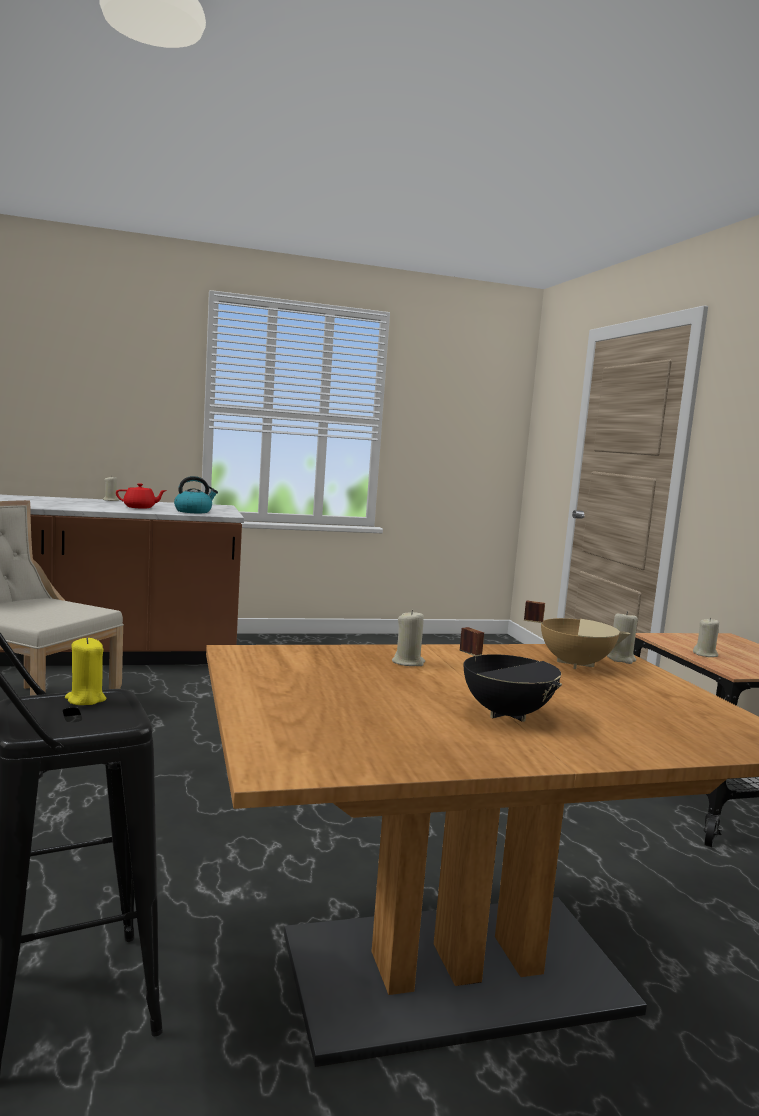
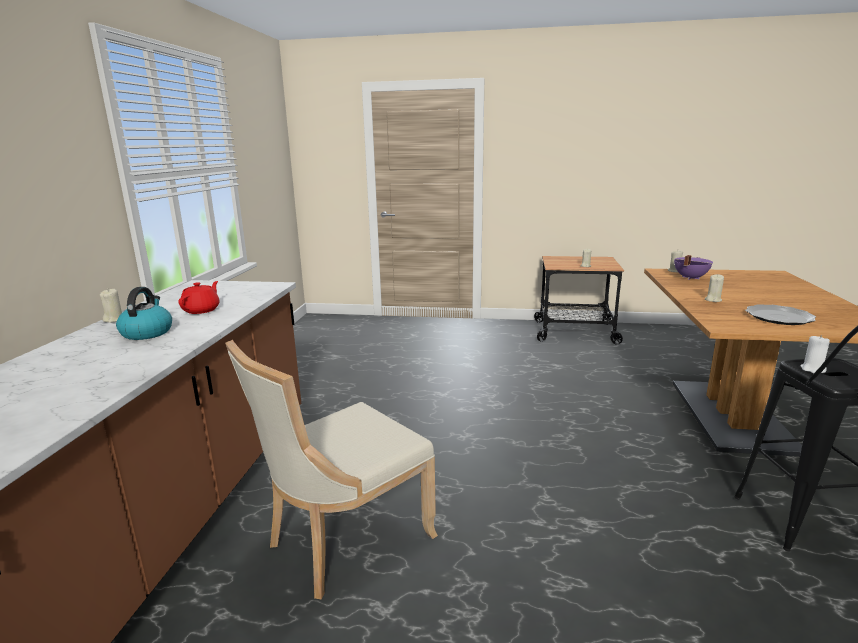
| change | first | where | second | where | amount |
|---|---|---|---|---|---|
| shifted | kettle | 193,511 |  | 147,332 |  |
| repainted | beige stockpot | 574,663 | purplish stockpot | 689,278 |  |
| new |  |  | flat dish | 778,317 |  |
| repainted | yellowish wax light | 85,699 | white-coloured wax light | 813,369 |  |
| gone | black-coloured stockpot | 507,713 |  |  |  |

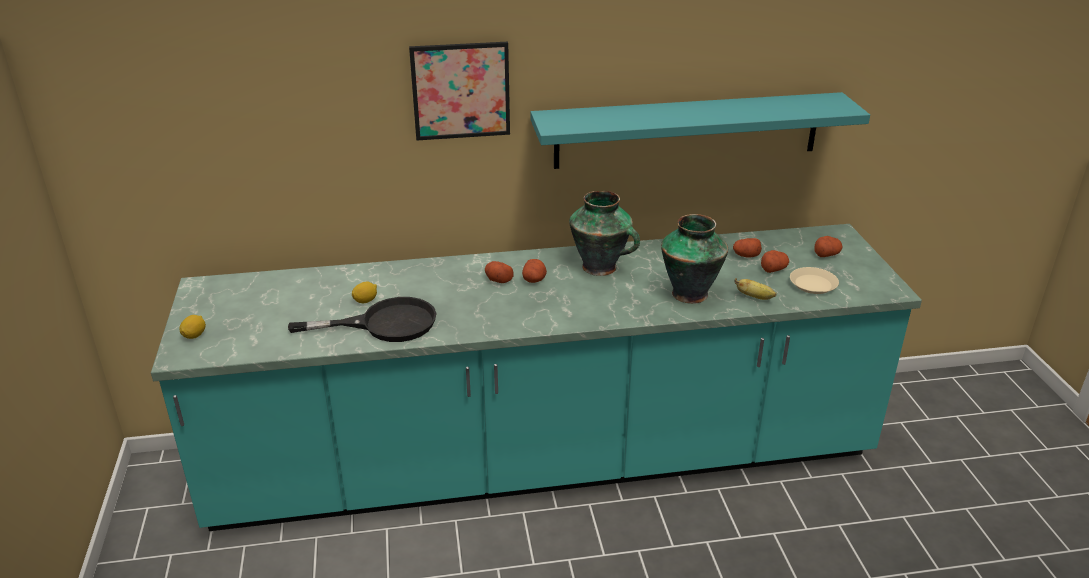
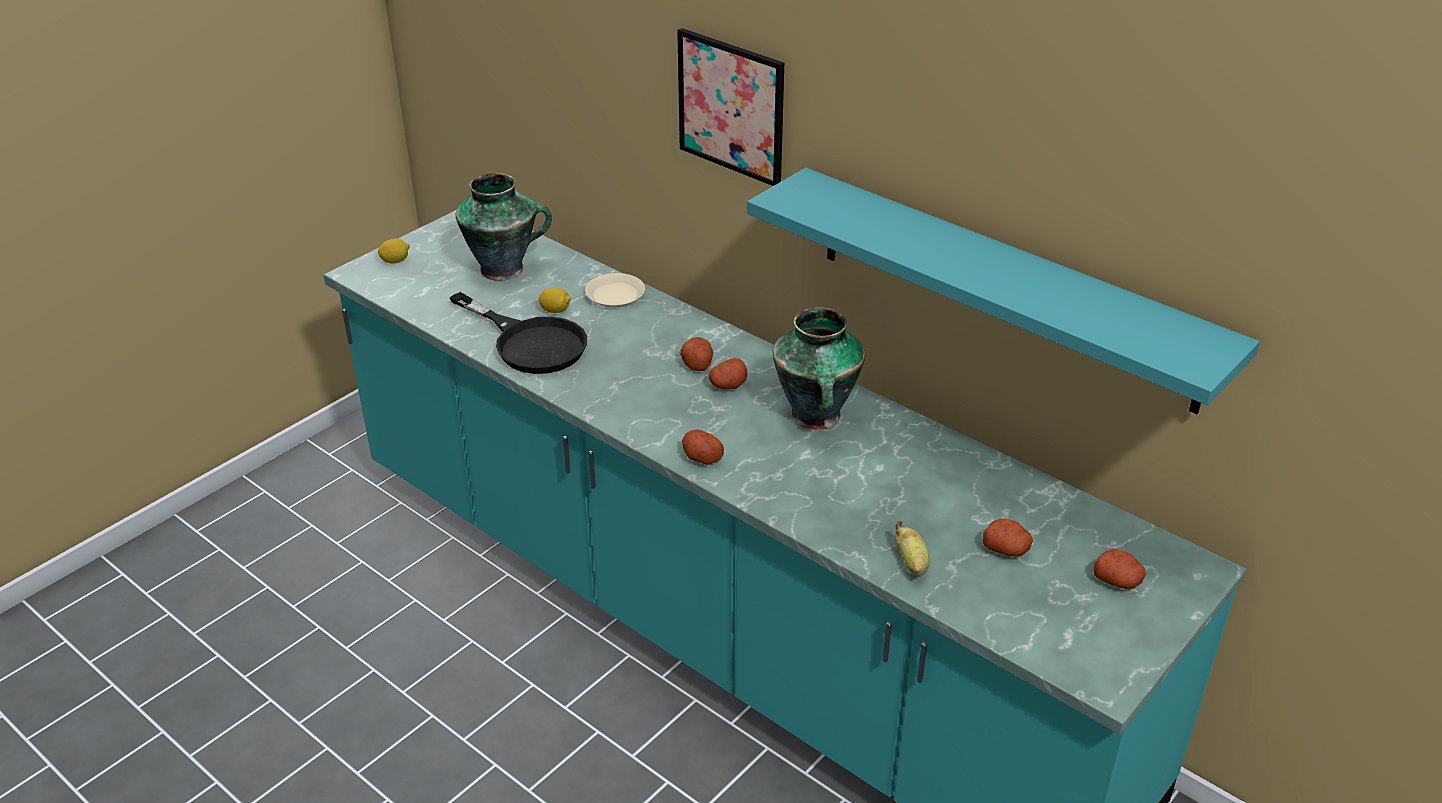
| change | first | where | second | where | amount |
|---|---|---|---|---|---|
| shifted | flower vase | 690,293 |  | 504,269 |  |
| shifted | beige flat dish | 812,284 |  | 615,295 |  |
| shifted | potato | 746,255 |  | 701,457 |  |

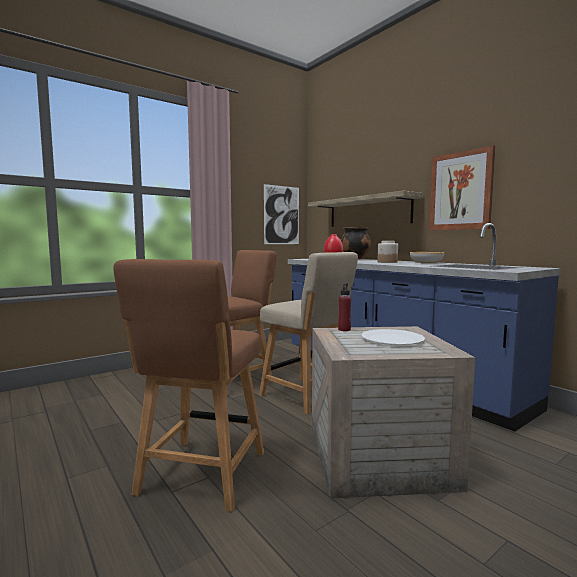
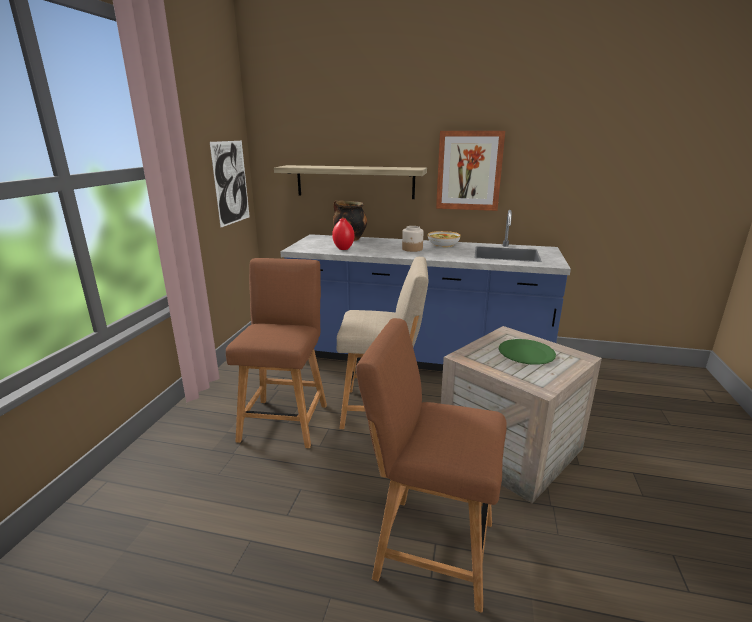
| change | first | where | second | where | amount |
|---|---|---|---|---|---|
| rotated | brown-coloured upright chair | 200,476 |  | 428,547 | 135 degrees clockwise |
| repainted | white-coloured flat dish | 392,339 | green-coloured flat dish | 526,353 |  |
| gone | reddish drink bottle | 344,329 |  |  |  |

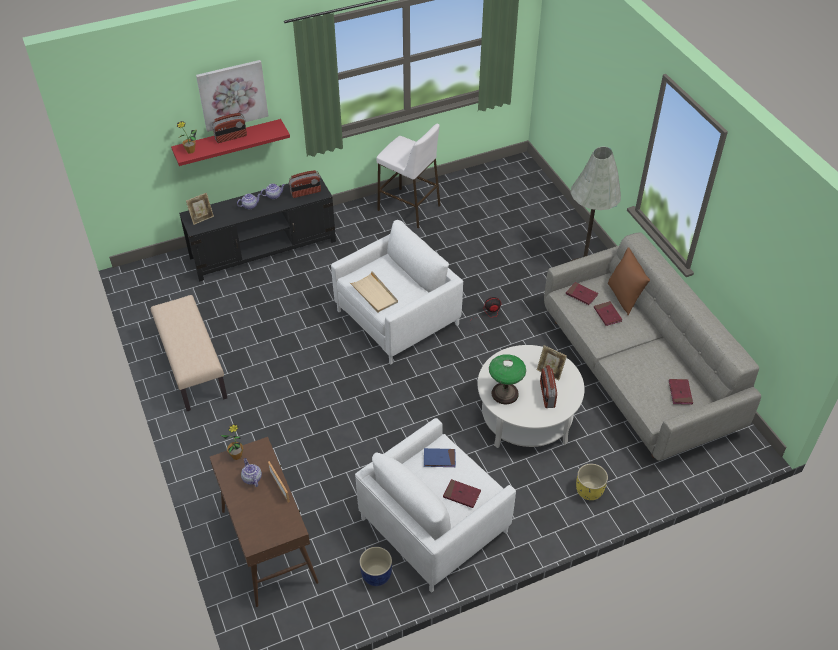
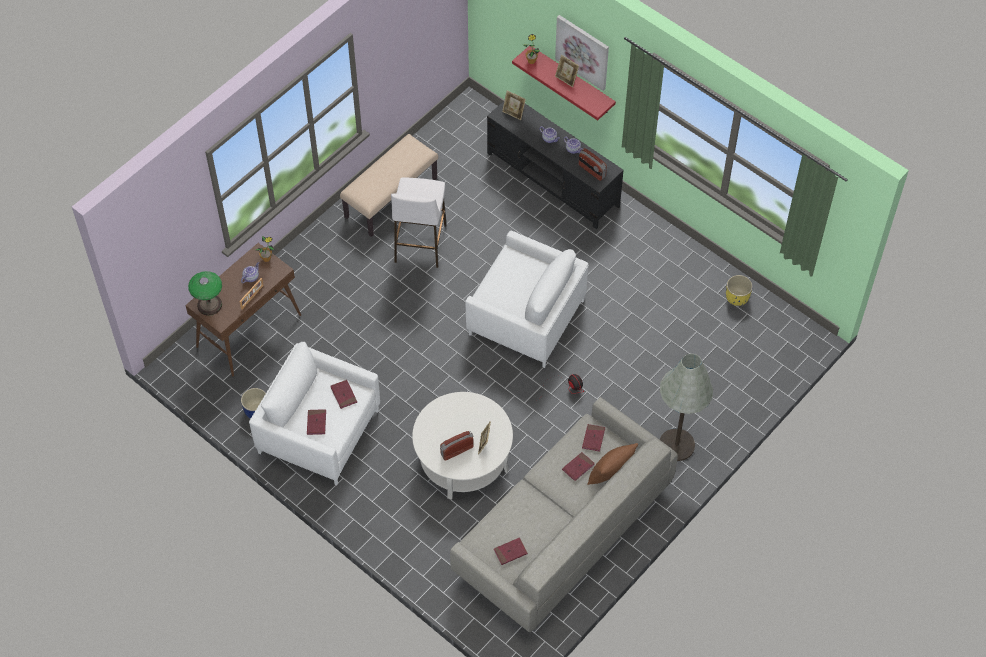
| change | first | where | second | where | amount |
|---|---|---|---|---|---|
| shifted | tabletop lamp | 505,393 |  | 209,305 |  |
| repainted | bluish bound book | 439,459 | reddish bound book | 343,395 |  |
| shifted | white-coloured stool seat | 409,208 |  | 420,244 |  |
| swapped | radio set | 231,137 | picture frame | 566,79 |  |
| shifted | yellowish flower pot | 589,490 |  | 737,298 |  |
| gone | beige tray | 374,294 |  |  |  |

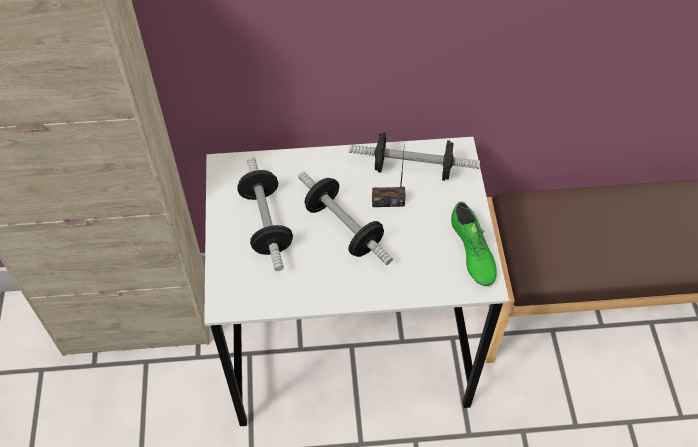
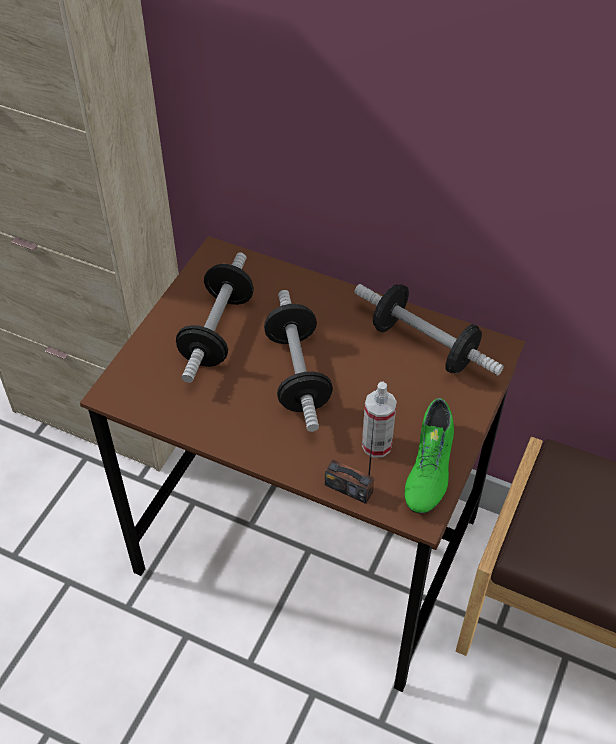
| change | first | where | second | where | amount |
|---|---|---|---|---|---|
| repainted | white-coloured desk table | 350,342 | brown-coloured desk table | 309,545 |  |
| shifted | radio set | 388,202 |  | 349,488 |  |
| new |  |  | sprayer | 376,445 |  |

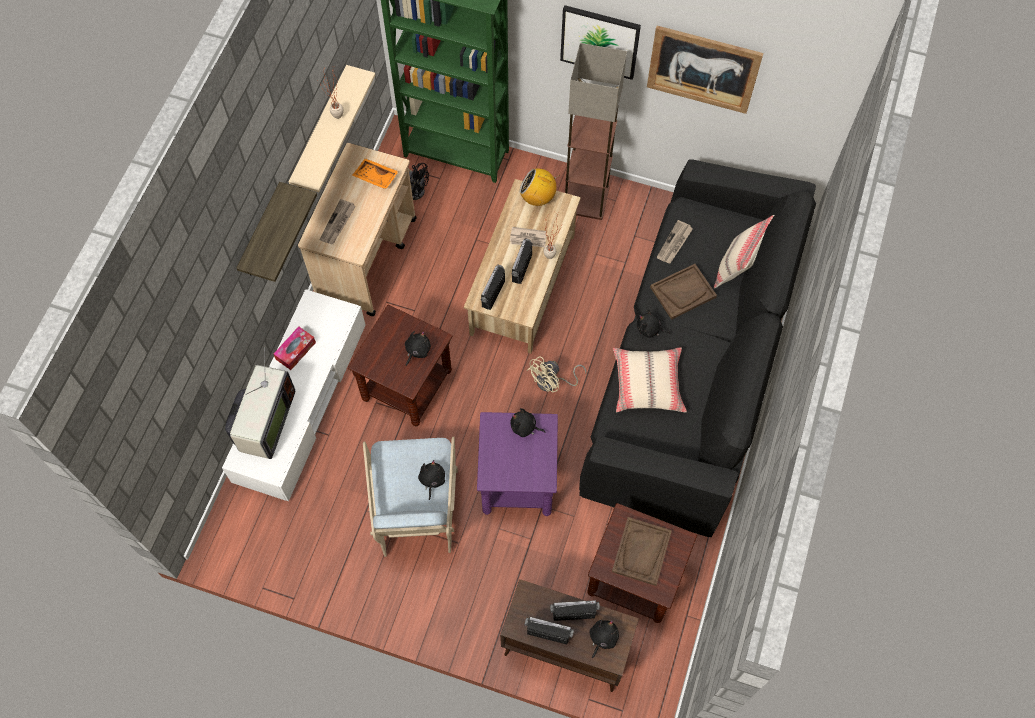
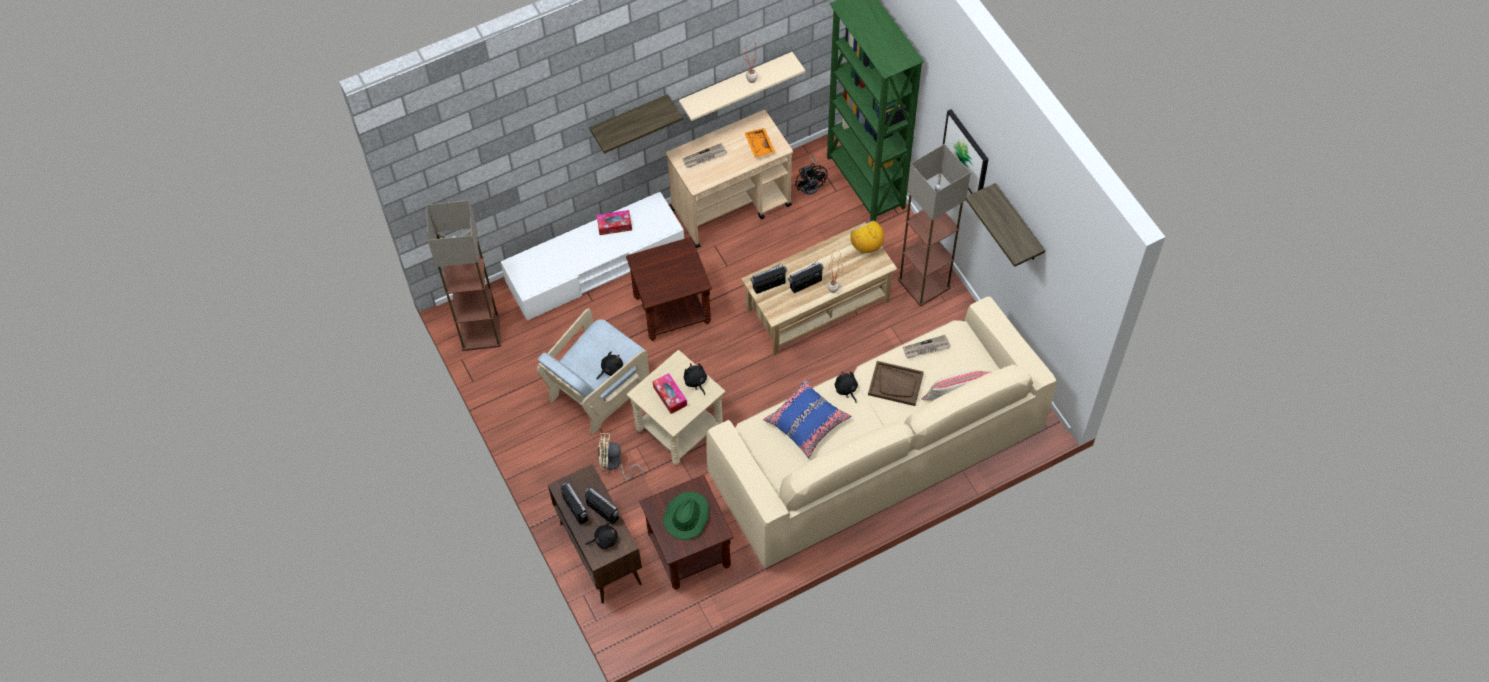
| change | first | where | second | where | amount |
|---|---|---|---|---|---|
| new |  |  | floor lamp | 481,331 |  |
| shifted | beige fan | 552,382 |  | 614,464 |  |
| repainted | purplish accent table | 518,481 | beige accent table | 679,428 |  |
| new |  |  | box of tissues | 670,396 |  |
| swapped | brown-coloured tray | 641,552 | green-coloured hat | 686,516 |  |
| repainted | black-coloured sofa | 691,365 | beige sofa | 876,452 |  |
| repainted | beige cushion | 648,384 | bluish cushion | 806,422 |  |
| swapped | picture | 703,69 | bracket shelf | 1018,225 |  |
| gone | TV set | 264,423 |  |  |  |
| gone | black-coloured cuddly toy | 417,350 |  |  |  |
| gone | newspaper | 528,238 |  |  |  |

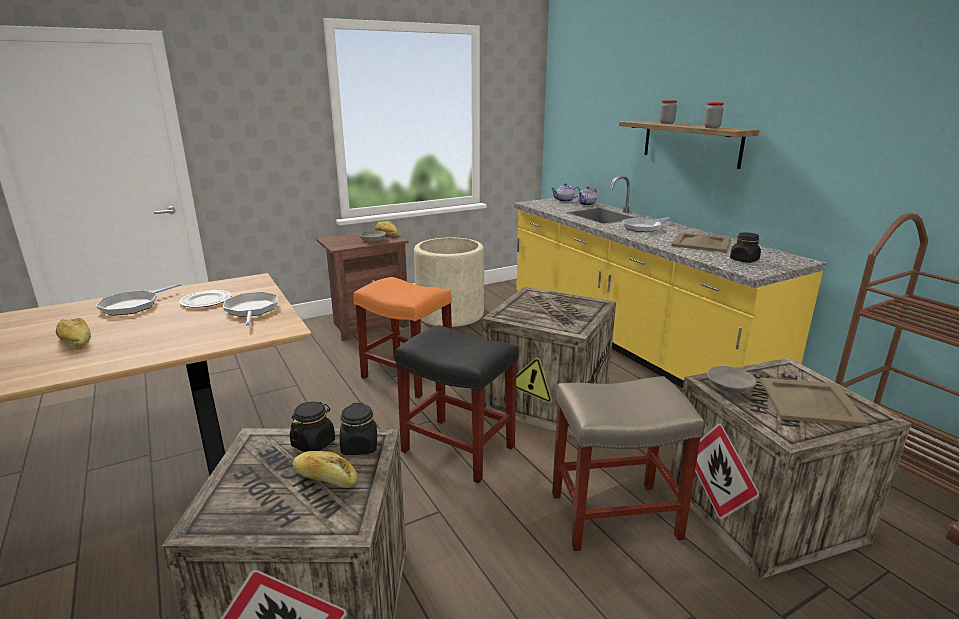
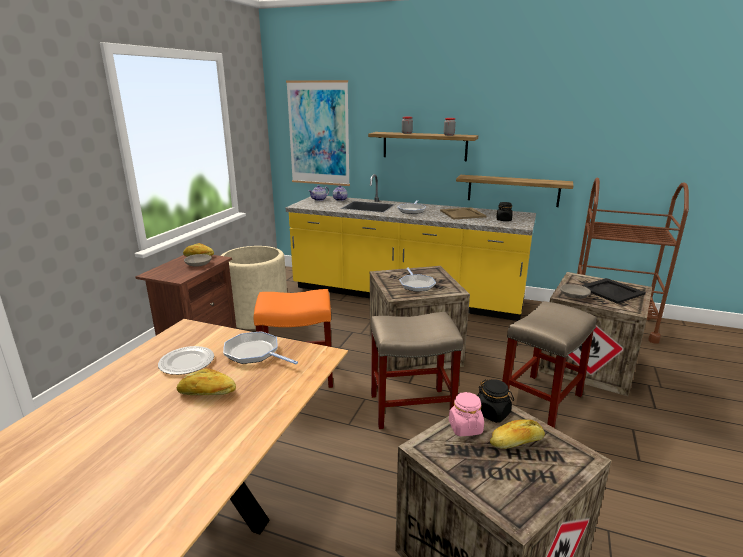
| change | first | where | second | where | amount |
|---|---|---|---|---|---|
| shifted | baked bread | 75,341 |  | 207,393 |  |
| new |  |  | picture | 319,134 |  |
| repainted | black-coloured stool seat | 459,449 | beige stool seat | 412,407 |  |
| shifted | frying pan | 133,306 |  | 416,285 |  |
| repainted | black-coloured storage jar | 313,443 | pink storage jar | 465,427 |  |
| new |  |  | bracket shelf | 513,190 |  |
| repainted | beige tray | 810,401 | black-coloured tray | 611,291 |  |

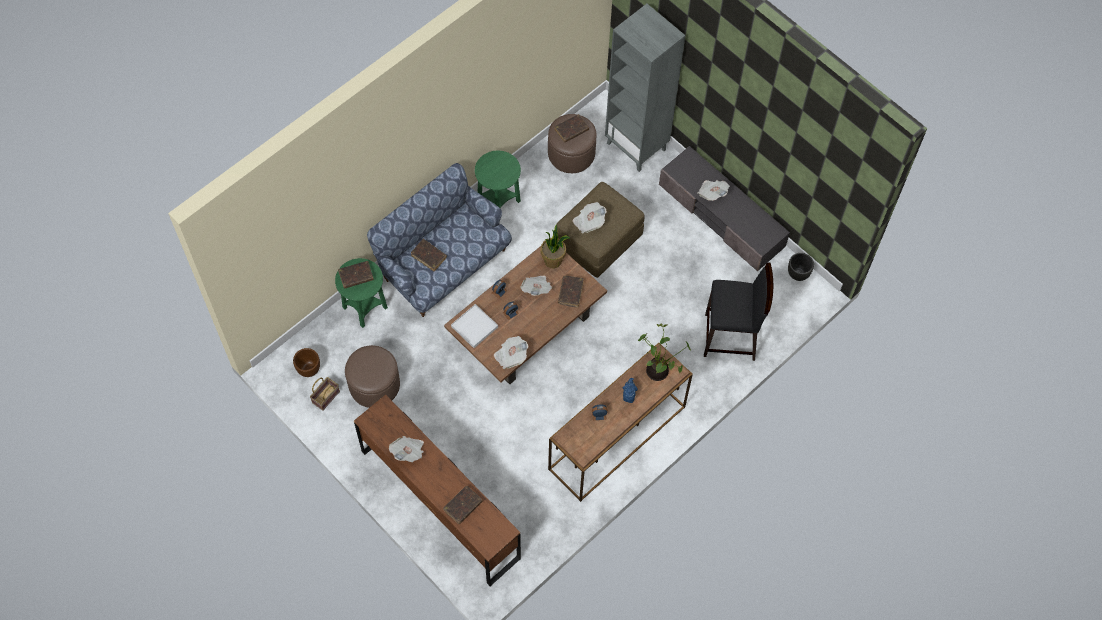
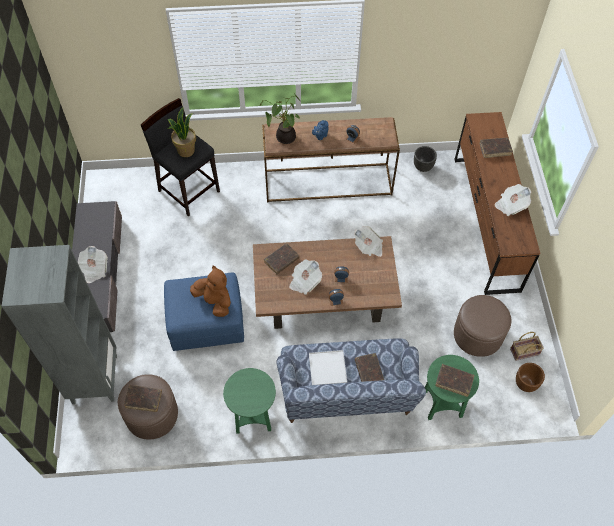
| change | first | where | second | where | amount |
|---|---|---|---|---|---|
| repainted | brown-coloured footrest | 598,240 | bluish footrest | 207,322 |  |
| shifted | potted plant | 553,260 |  | 186,150 |  |
| swapped | newspaper | 589,222 | brown-coloured cuddly toy | 214,301 |  |
| shifted | white-coloured tray | 474,327 |  | 327,369 |  |
| shifted | black-coloured flower pot | 798,274 |  | 423,167 |  |

